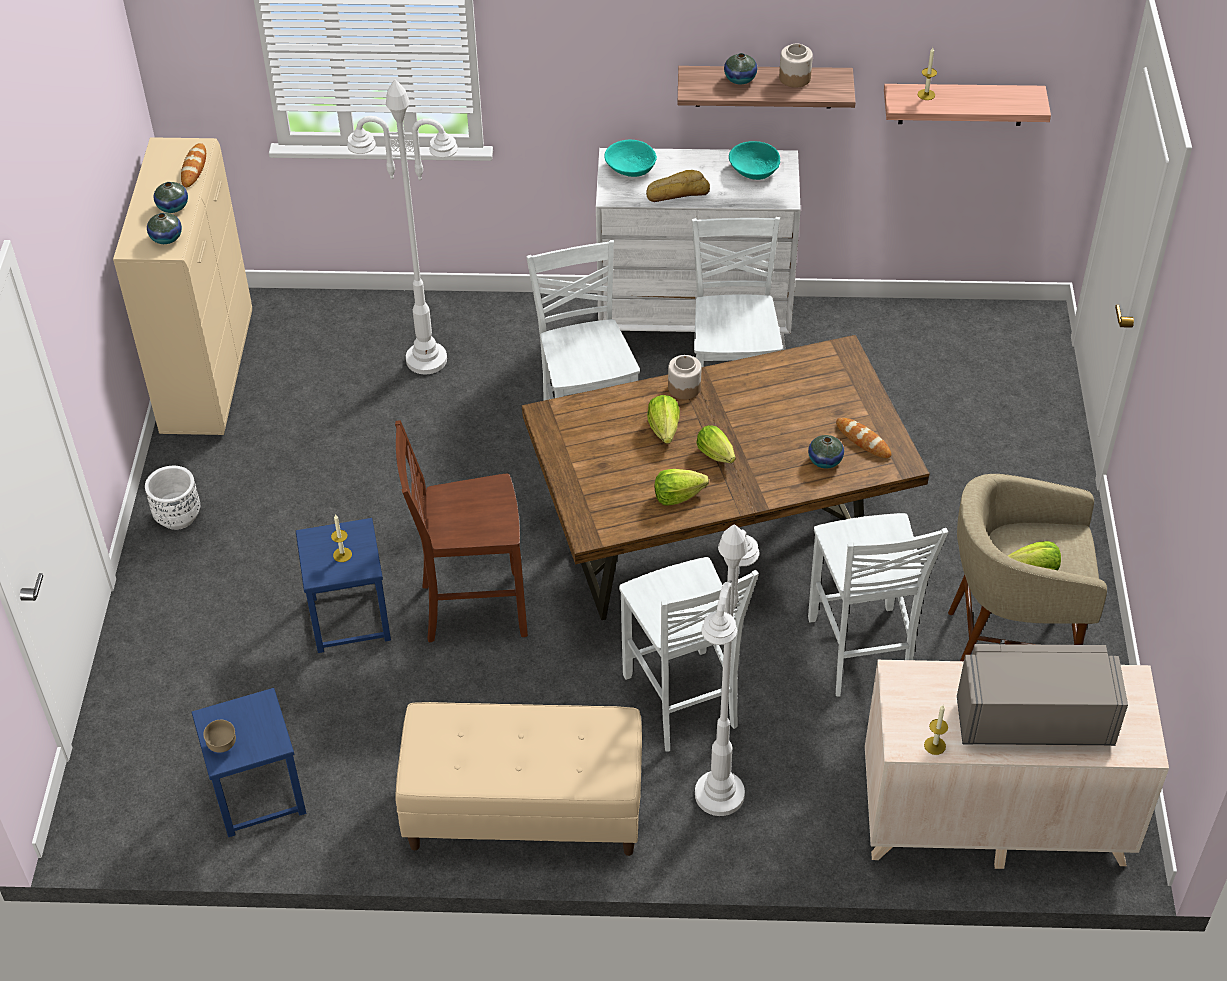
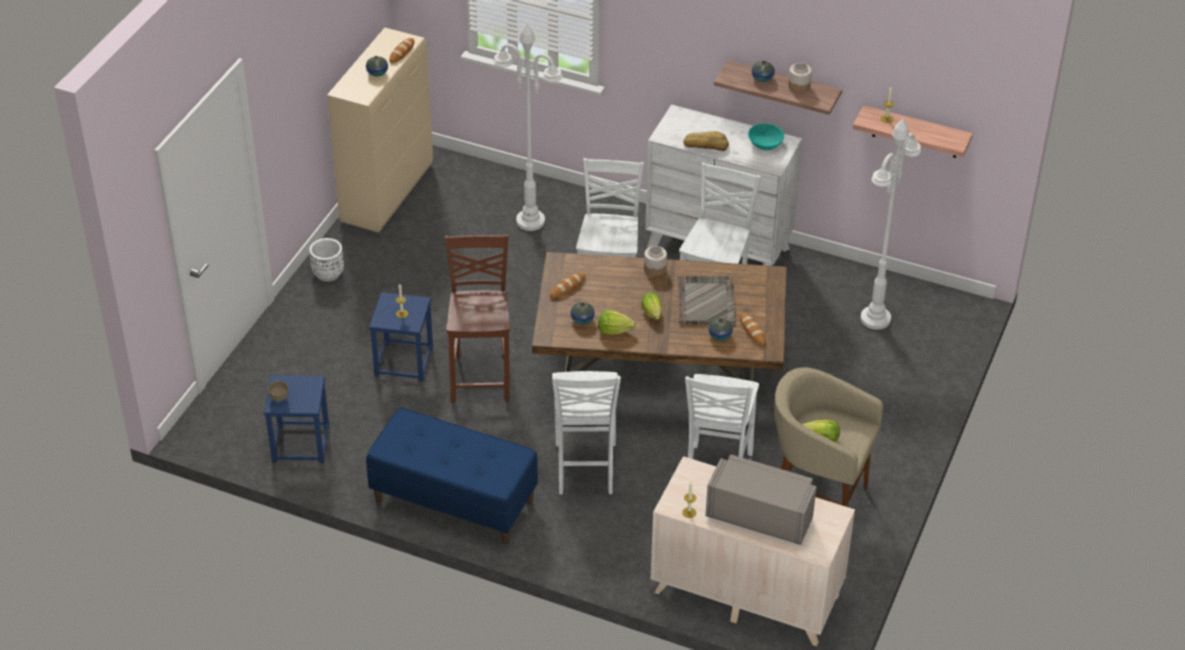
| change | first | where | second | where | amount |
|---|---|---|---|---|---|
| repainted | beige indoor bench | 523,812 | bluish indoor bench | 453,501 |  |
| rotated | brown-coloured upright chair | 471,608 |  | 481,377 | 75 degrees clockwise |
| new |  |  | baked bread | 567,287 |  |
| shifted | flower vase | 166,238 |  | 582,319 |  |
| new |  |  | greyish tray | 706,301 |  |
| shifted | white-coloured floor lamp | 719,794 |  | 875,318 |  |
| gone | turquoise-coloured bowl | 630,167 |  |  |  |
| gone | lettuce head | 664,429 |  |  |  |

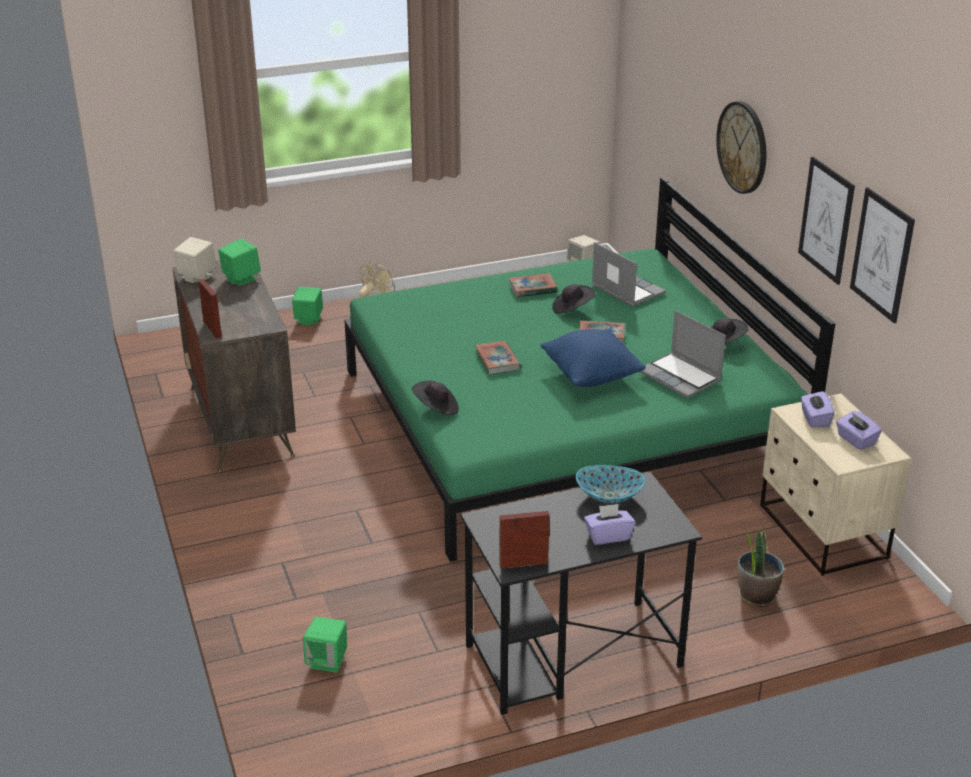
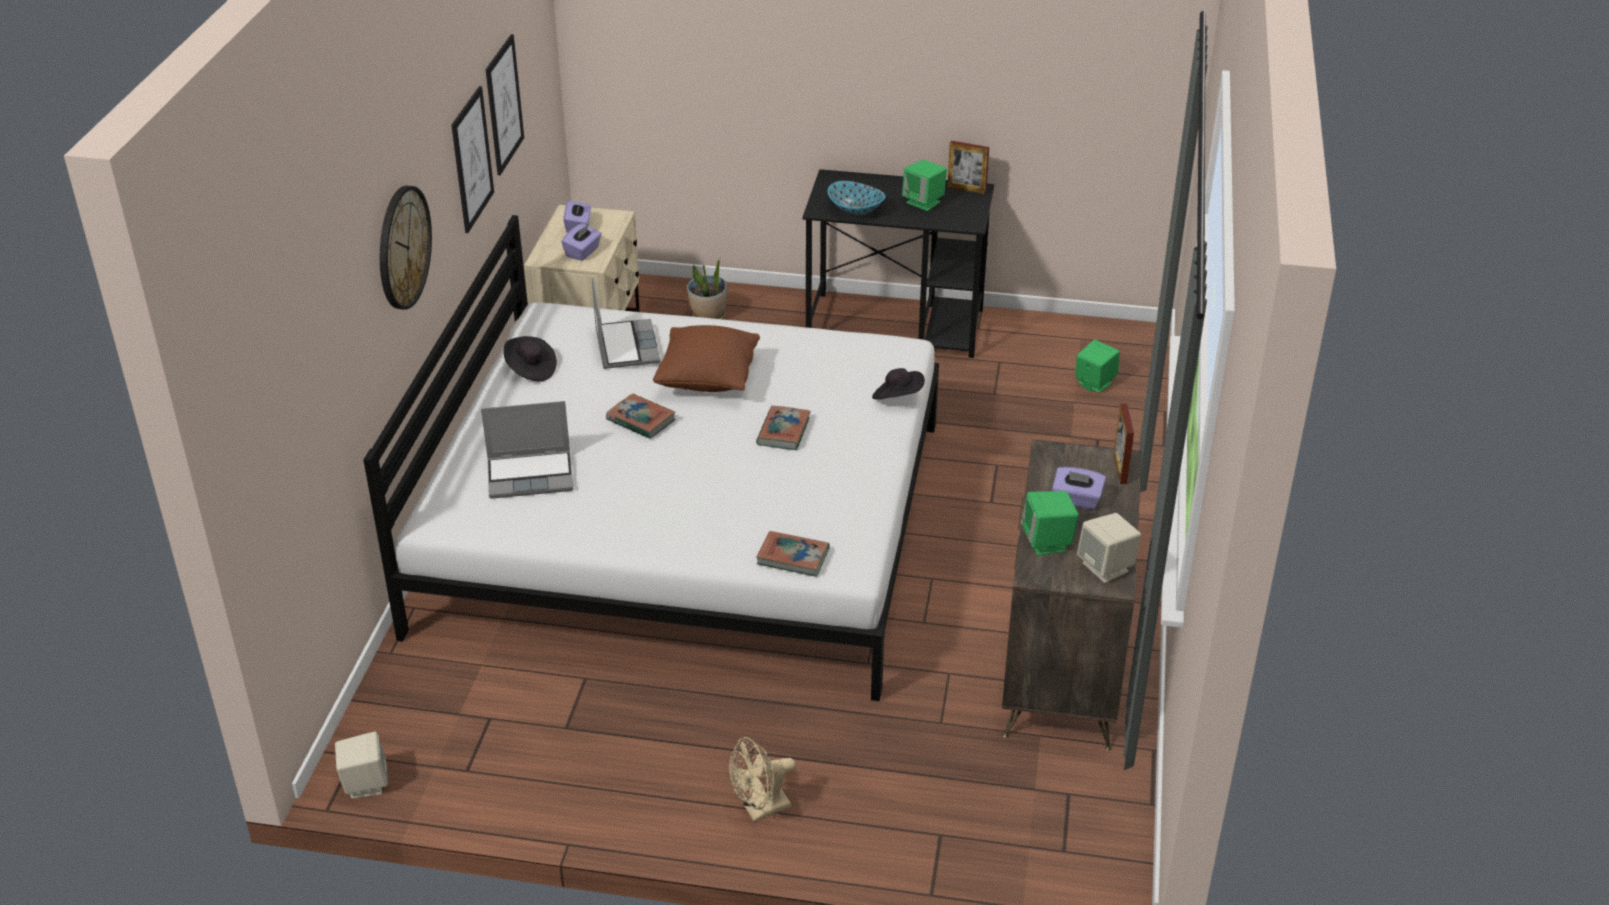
| change | first | where | second | where | amount |
|---|---|---|---|---|---|
| repainted | green-coloured bed | 567,421 | white-coloured bed | 685,523 |  |
| rotated | portable computer | 626,290 |  | 531,475 | 90 degrees counterclockwise |
| repainted | bluish cushion | 591,376 | brown-coloured cushion | 707,380 |  |
| shifted | bound book | 532,289 |  | 793,557 |  |
| shifted | green-coloured audio speaker | 308,319 |  | 924,202 |  |
| shifted | purplish box of tissues | 608,536 |  | 1076,500 |  |
| gone | black-coloured hat | 572,309 |  |  |  |

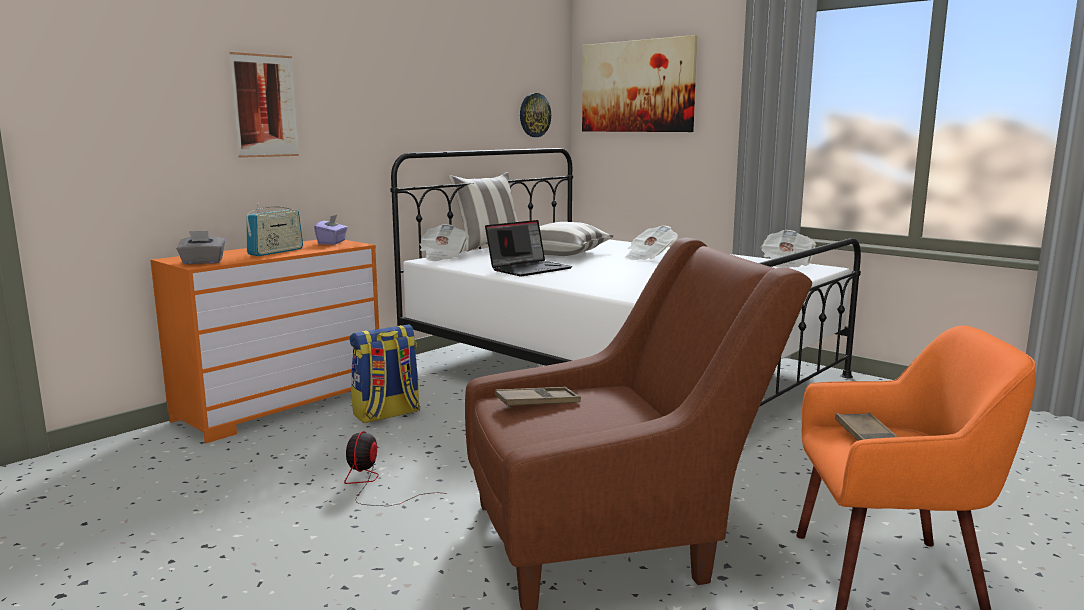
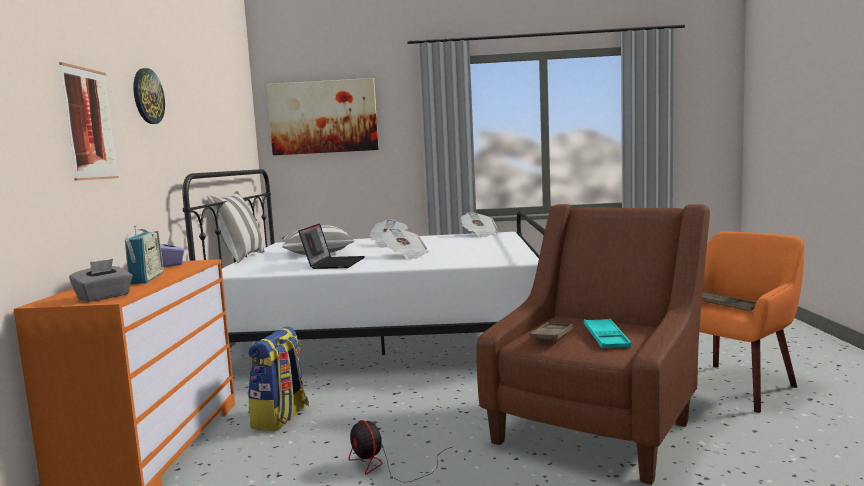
| change | first | where | second | where | amount |
|---|---|---|---|---|---|
| shifted | wall clock | 534,115 |  | 147,96 |  |
| shifted | newspaper | 443,257 |  | 405,256 |  |
| new |  |  | turquoise-coloured tray | 606,338 |  |

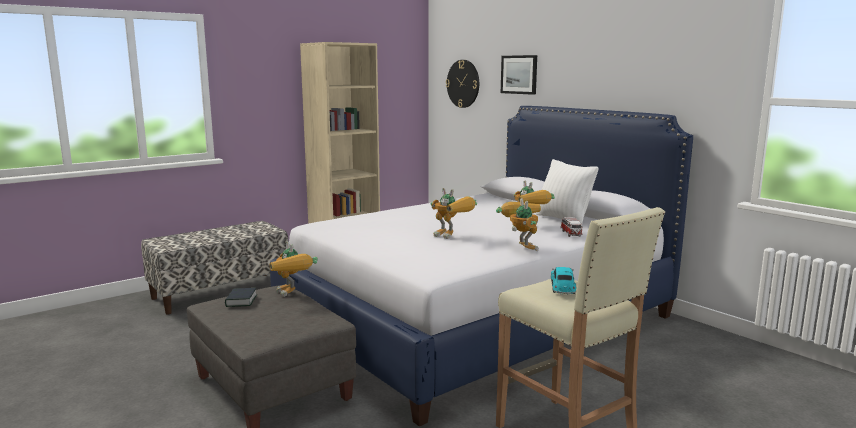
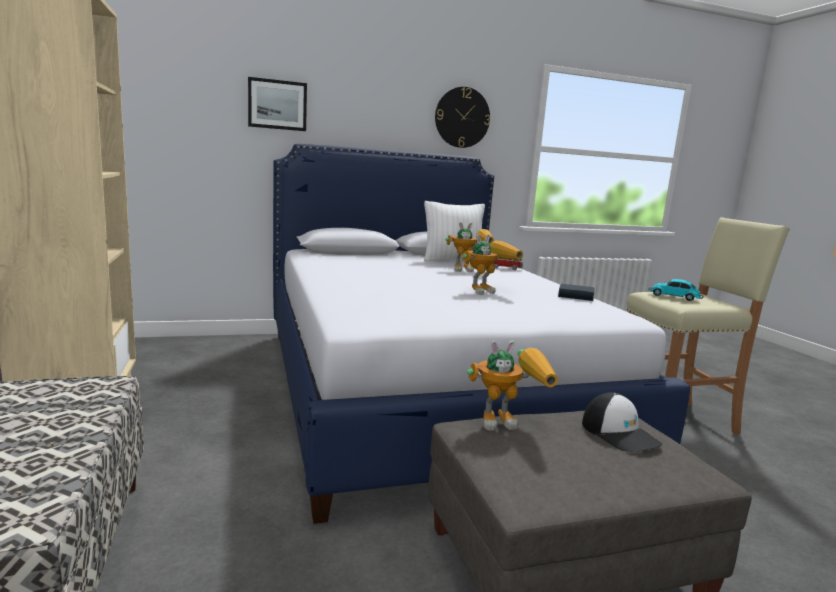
| change | first | where | second | where | amount |
|---|---|---|---|---|---|
| shifted | wall clock | 463,83 |  | 462,117 |  |
| shifted | bound book | 241,301 |  | 575,296 |  |
| new |  |  | peaked cap | 620,433 |  |
| gone | robot figure | 520,247 |  |  |  |

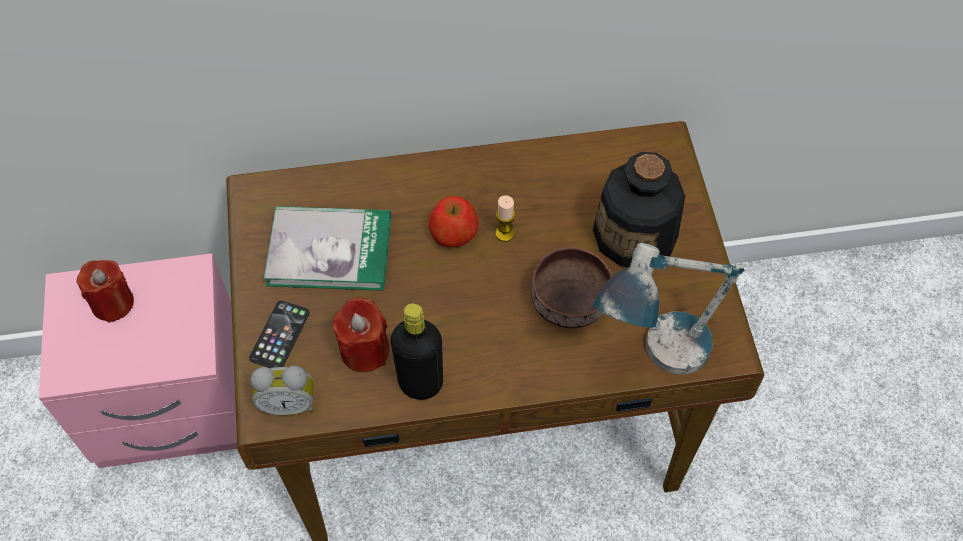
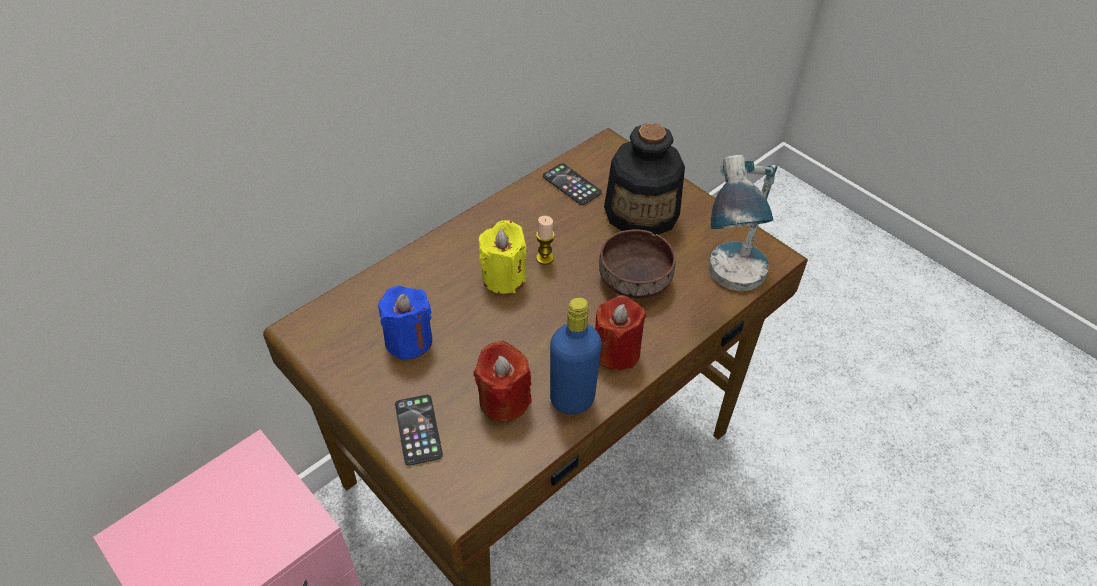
| change | first | where | second | where | amount |
|---|---|---|---|---|---|
| swapped | bound book | 329,251 | bluish wax light | 409,341 |  |
| swapped | apple fruit | 453,233 | yellowish wax light | 504,277 |  |
| new |  |  | phone | 571,185 |  |
| repainted | black-coloured drink bottle | 420,383 | bluish drink bottle | 572,399 |  |
| shifted | reddish wax light | 113,303 |  | 616,352 |  |
| gone | table clock | 288,403 |  |  |  |

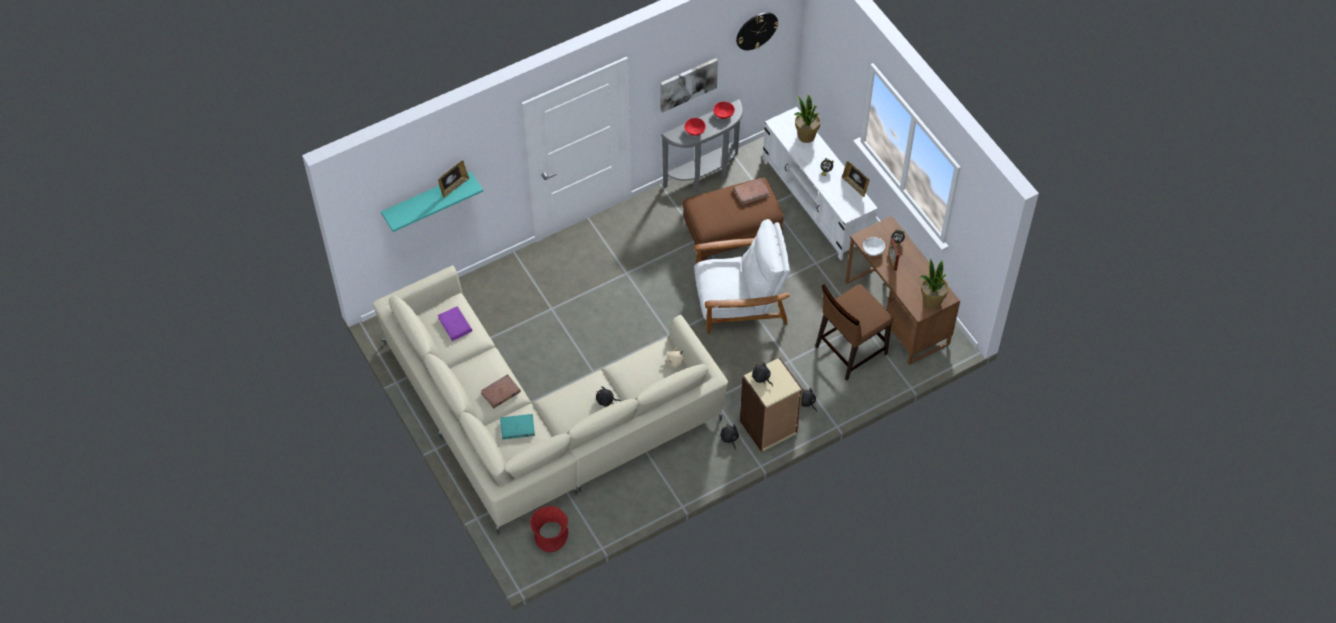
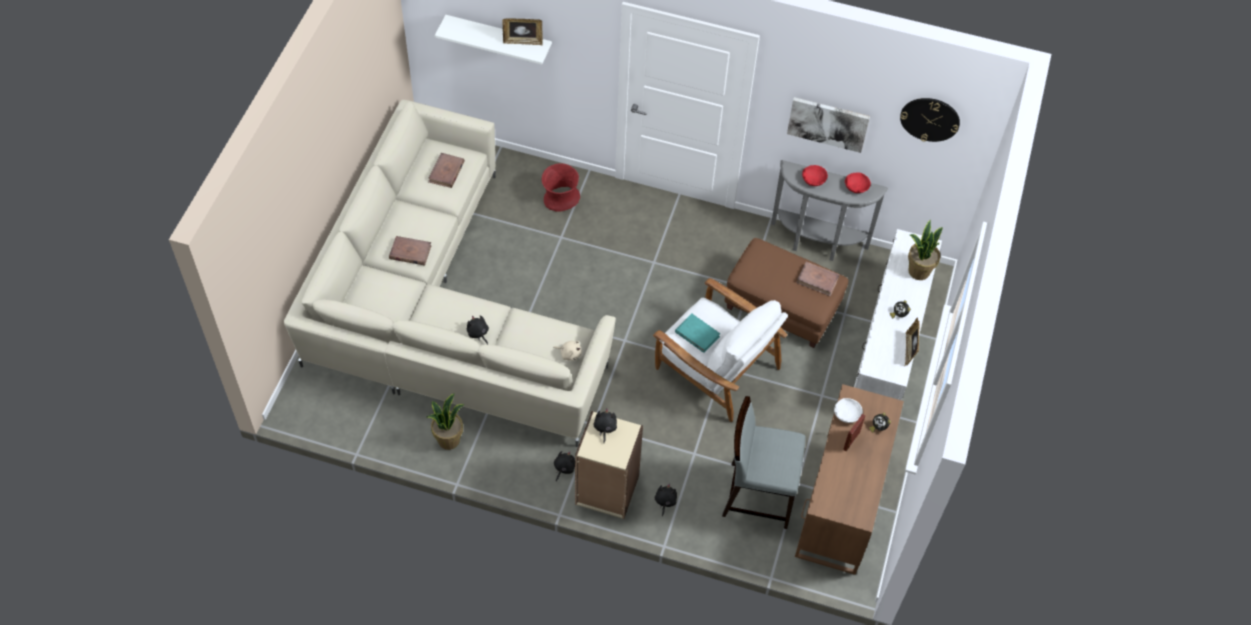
| change | first | where | second | where | amount |
|---|---|---|---|---|---|
| shifted | potted plant | 931,301 |  | 448,439 |  |
| repainted | purplish bound book | 455,325 | brown-coloured bound book | 446,172 |  |
| repainted | turquoise-coloured bracket shelf | 427,199 | white-coloured bracket shelf | 499,38 |  |
| shifted | reddish flower vase | 550,536 |  | 560,198 |  |
| shifted | turquoise-coloured bound book | 517,428 |  | 697,334 |  |
| repainted | brown-coloured upright chair | 850,350 | greyish upright chair | 758,494 |  |

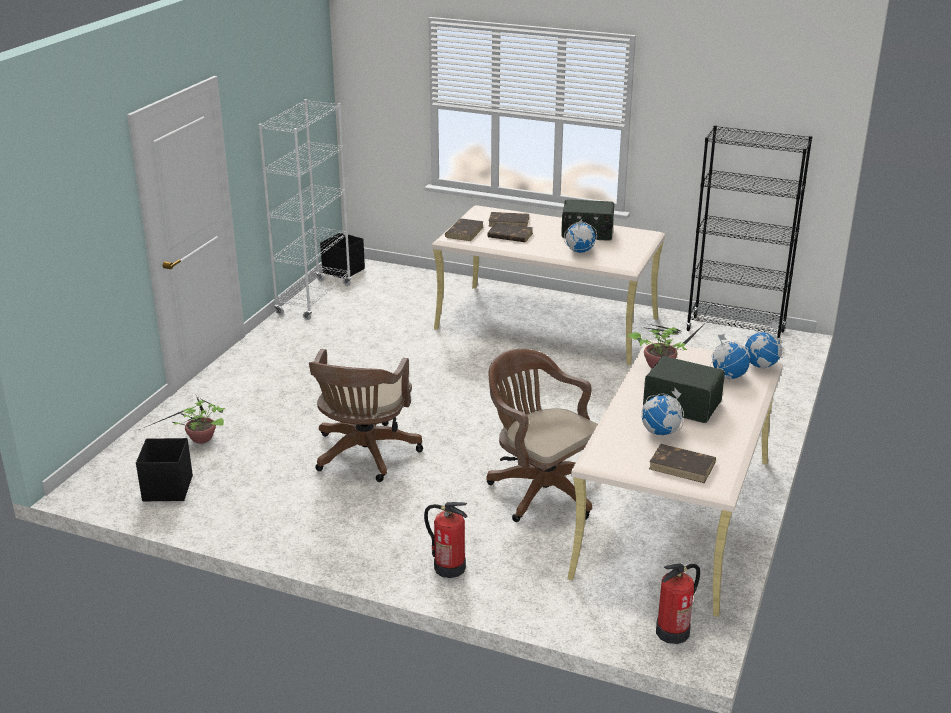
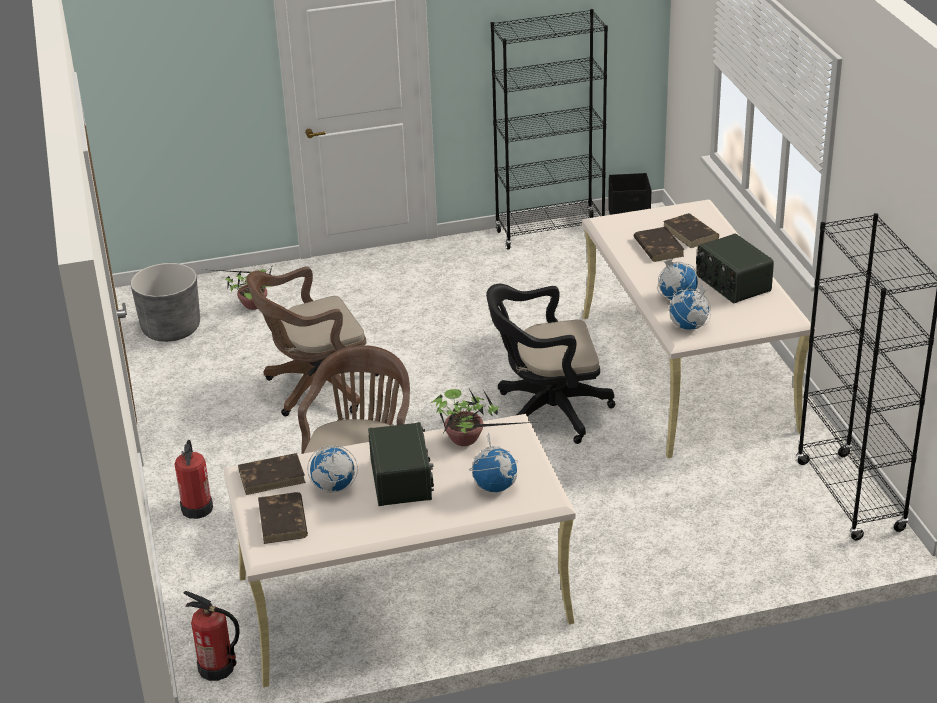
| change | first | where | second | where | amount |
|---|---|---|---|---|---|
| swapped | black-coloured storage container | 167,489 | greyish flower pot | 171,329 |  |
| shifted | brown-coloured bound book | 464,232 |  | 272,476 |  |
| new |  |  | black-coloured computer chair | 546,412 |  |
| repainted | white-coloured bookcase | 314,299 | black-coloured bookcase | 550,233 |  |
| shifted | desk globe | 761,365 |  | 689,327 |  |

